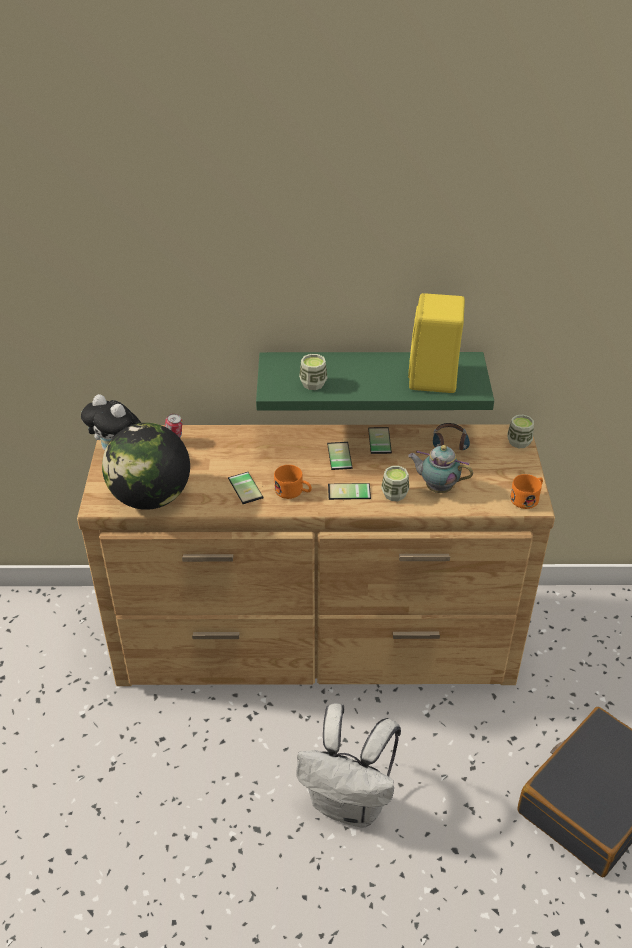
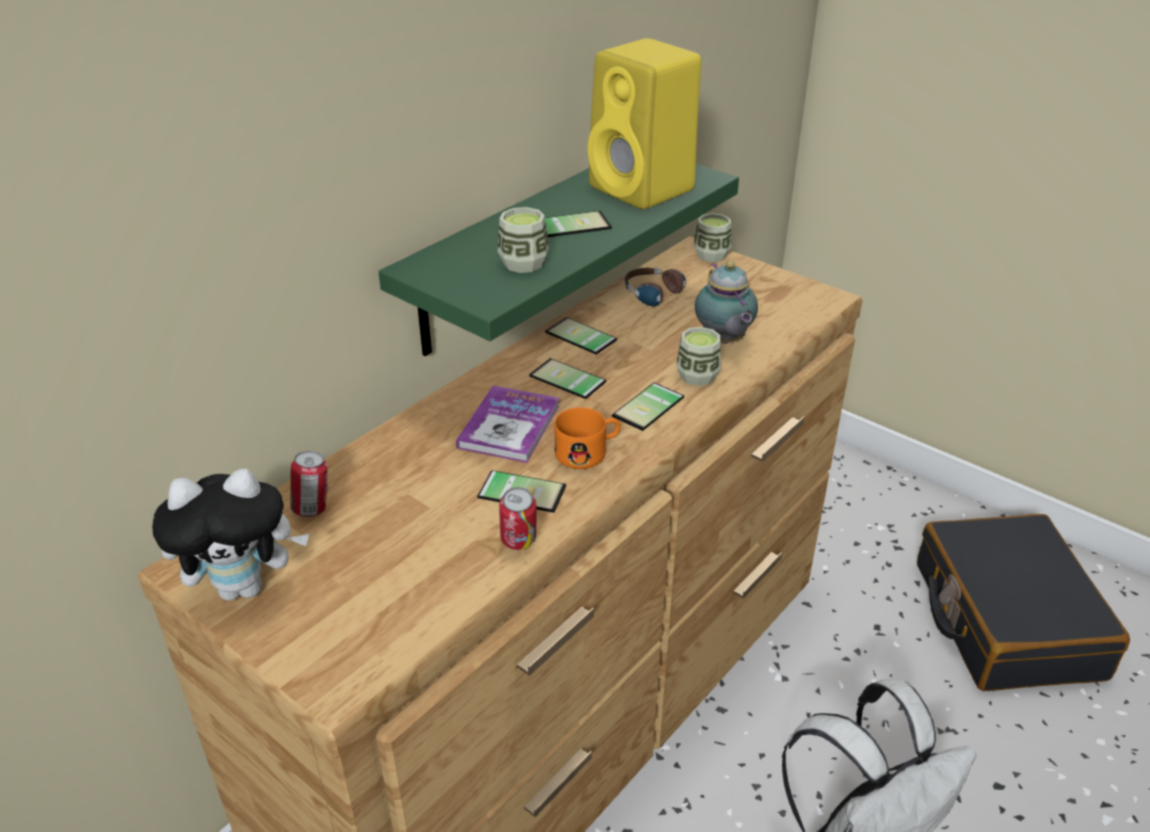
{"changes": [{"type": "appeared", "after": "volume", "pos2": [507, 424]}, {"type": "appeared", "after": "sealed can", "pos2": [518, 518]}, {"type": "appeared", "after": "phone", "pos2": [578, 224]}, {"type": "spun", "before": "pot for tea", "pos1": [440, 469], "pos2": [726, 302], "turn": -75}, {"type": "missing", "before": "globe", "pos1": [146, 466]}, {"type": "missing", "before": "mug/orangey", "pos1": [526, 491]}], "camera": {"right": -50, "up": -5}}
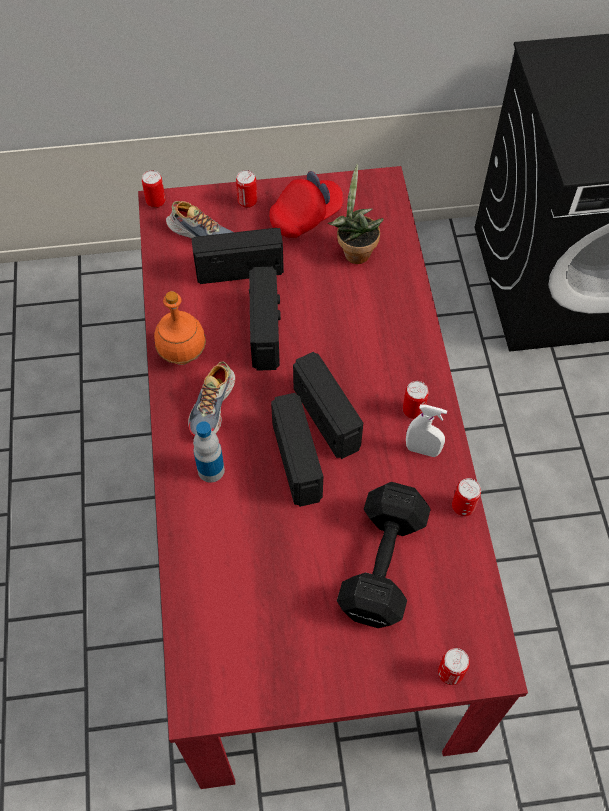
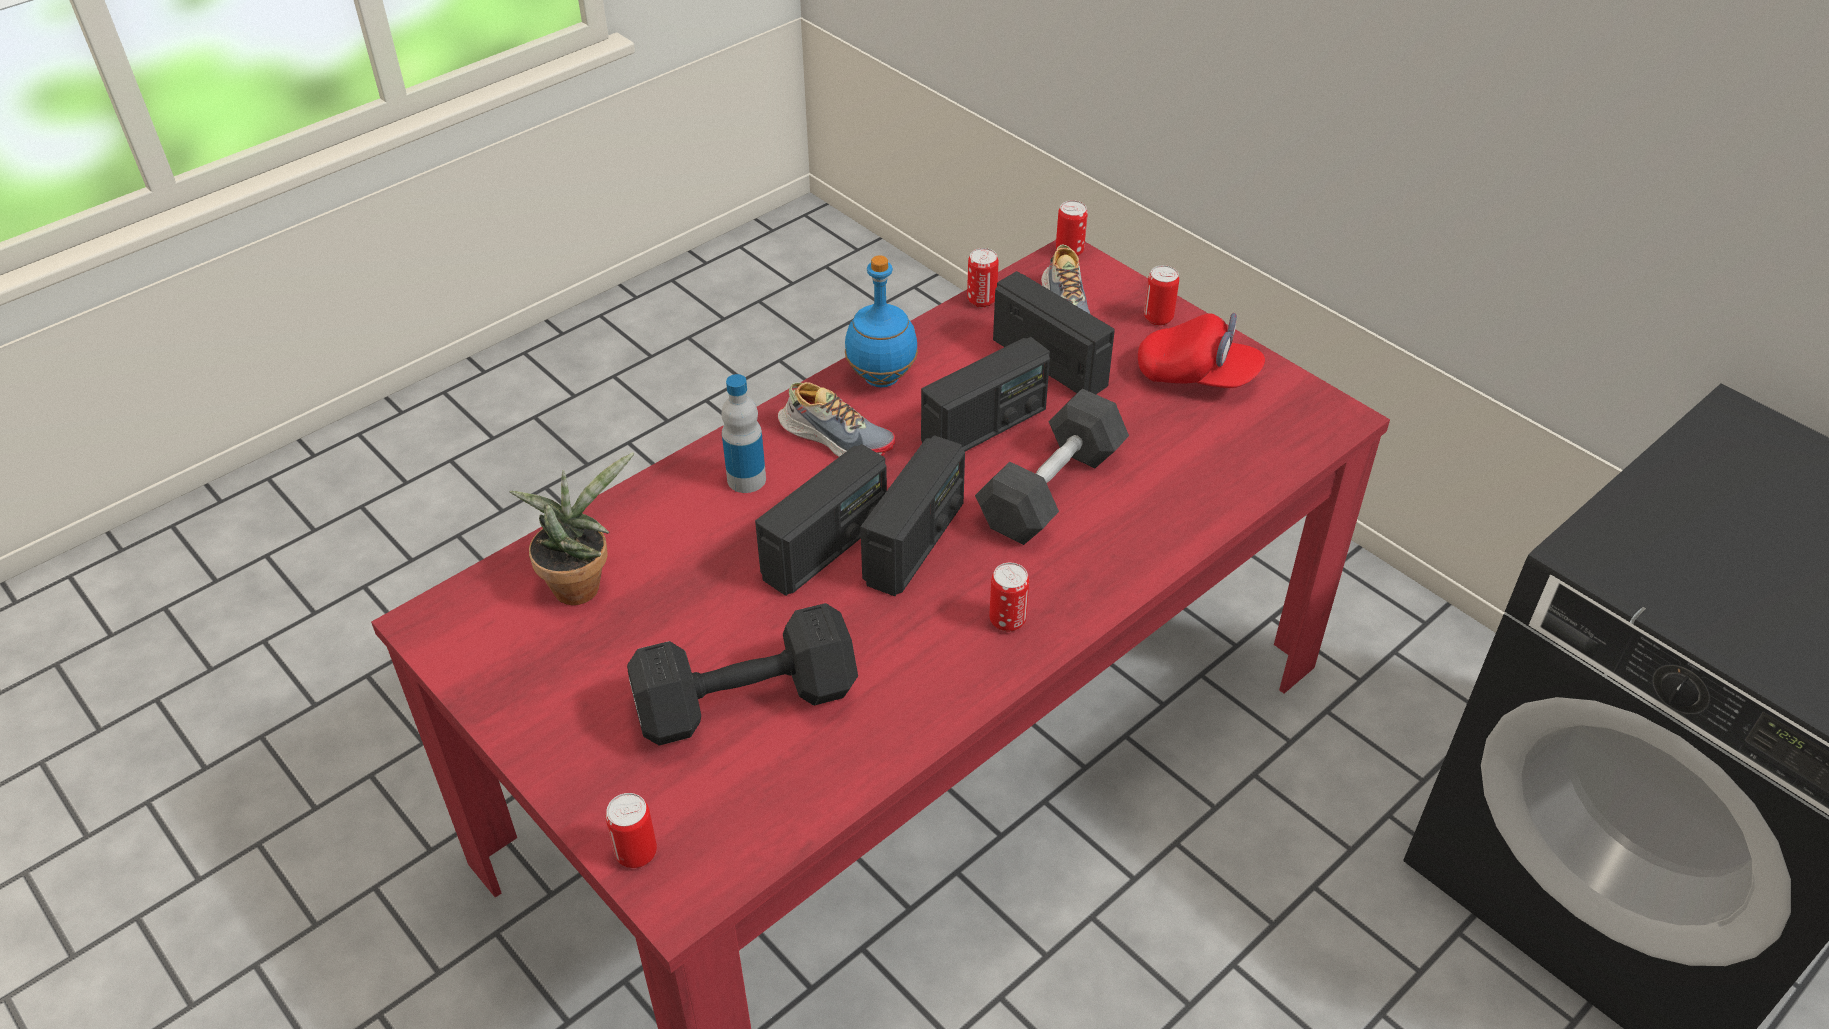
{"changes": [{"type": "relocated", "before": "houseplant", "pos1": [356, 213], "pos2": [572, 528]}, {"type": "spun", "before": "item of footwear", "pos1": [211, 399], "pos2": [836, 420], "turn": -135}, {"type": "colour", "before": "beverage bottle/orangey", "after": "beverage bottle/bluish", "pos1": [180, 328], "pos2": [881, 321]}, {"type": "relocated", "before": "sealed can", "pos1": [466, 497], "pos2": [983, 278]}, {"type": "appeared", "after": "dumbbell/grey", "pos2": [1052, 467]}, {"type": "missing", "before": "spray bottle/white", "pos1": [426, 430]}], "camera": {"right": 55, "up": -15}}
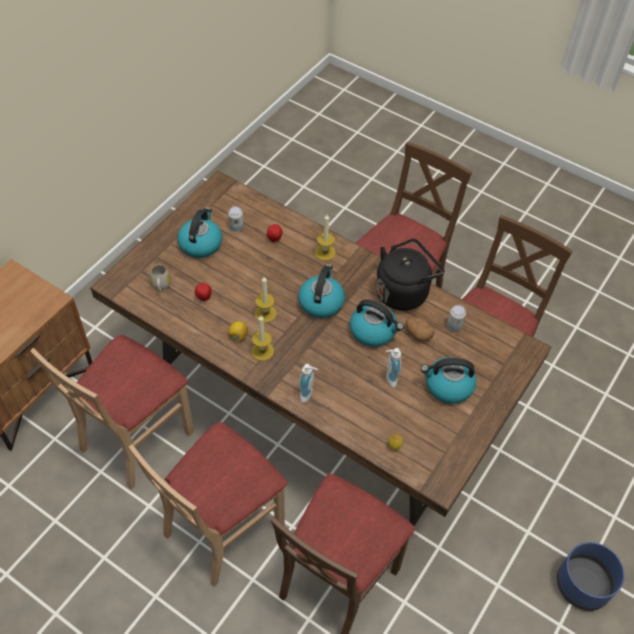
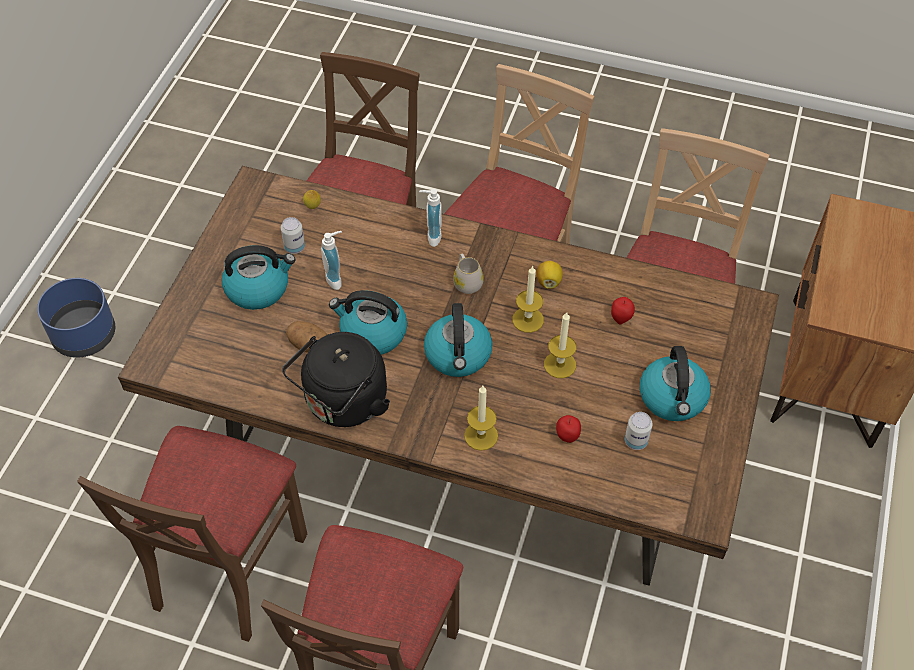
{"changes": [{"type": "relocated", "before": "sealed can", "pos1": [456, 318], "pos2": [293, 235]}, {"type": "relocated", "before": "mug/white", "pos1": [160, 278], "pos2": [468, 274]}, {"type": "relocated", "before": "candle", "pos1": [262, 338], "pos2": [560, 345]}], "camera": {"right": 165, "up": 0}}
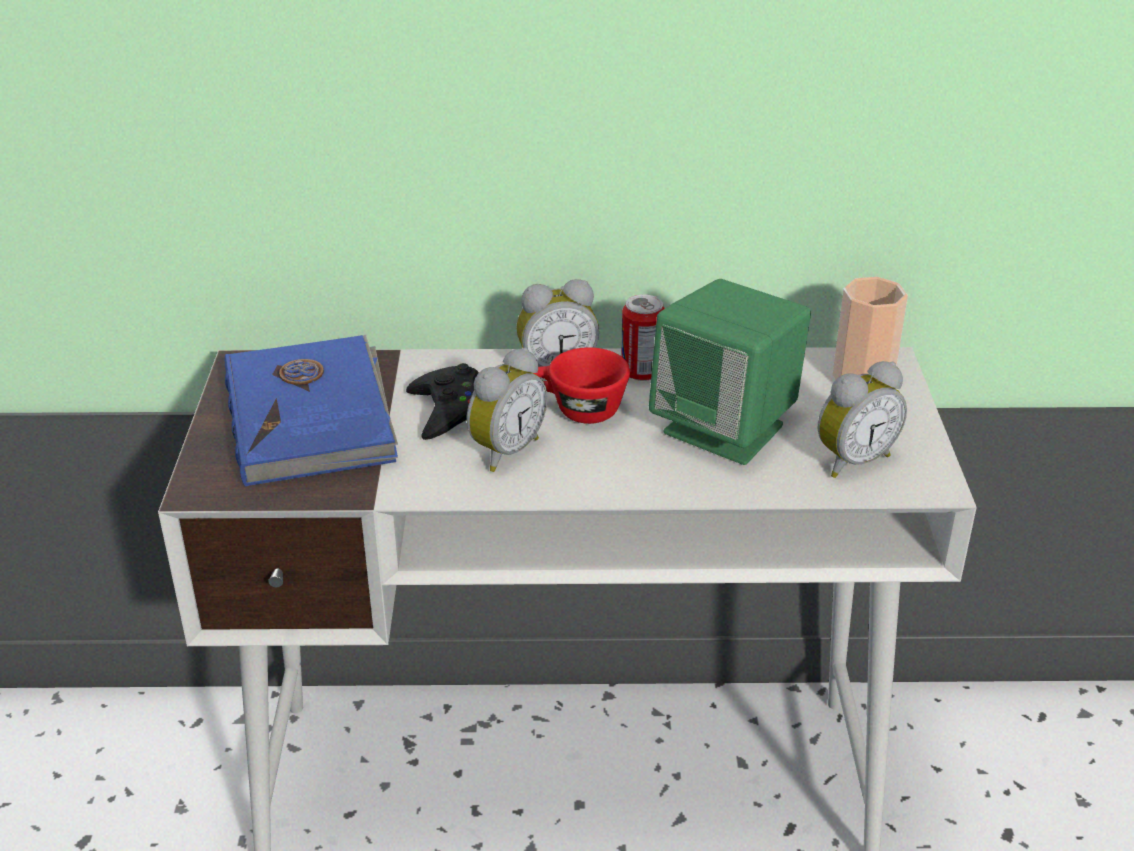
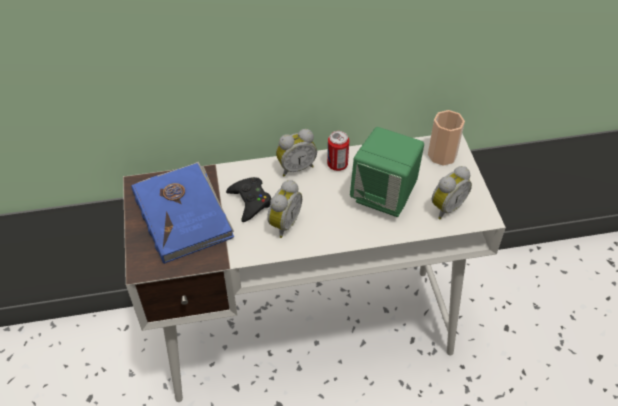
{"changes": [{"type": "missing", "before": "drinking cup/red", "pos1": [582, 385]}], "camera": {"right": -10, "up": 15}}
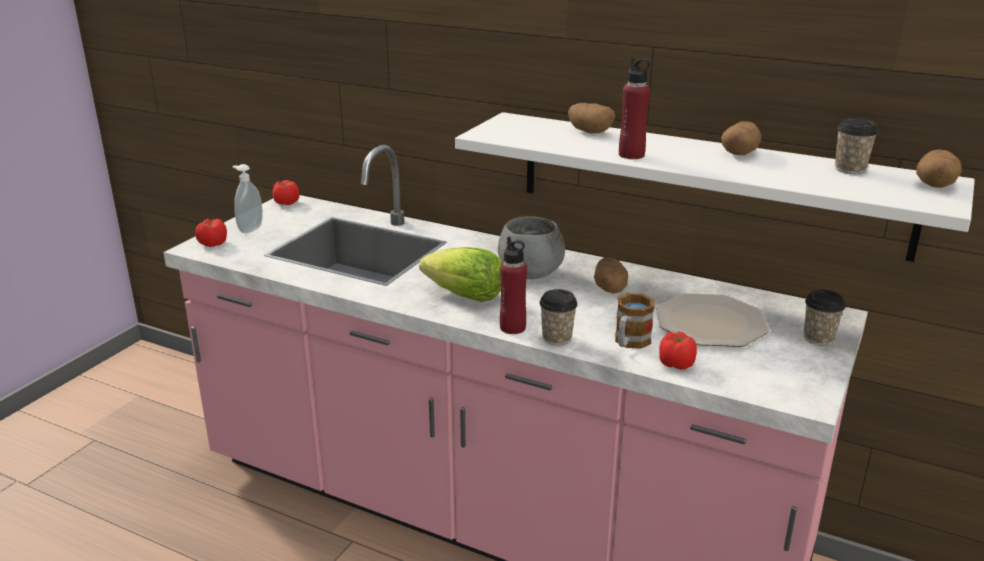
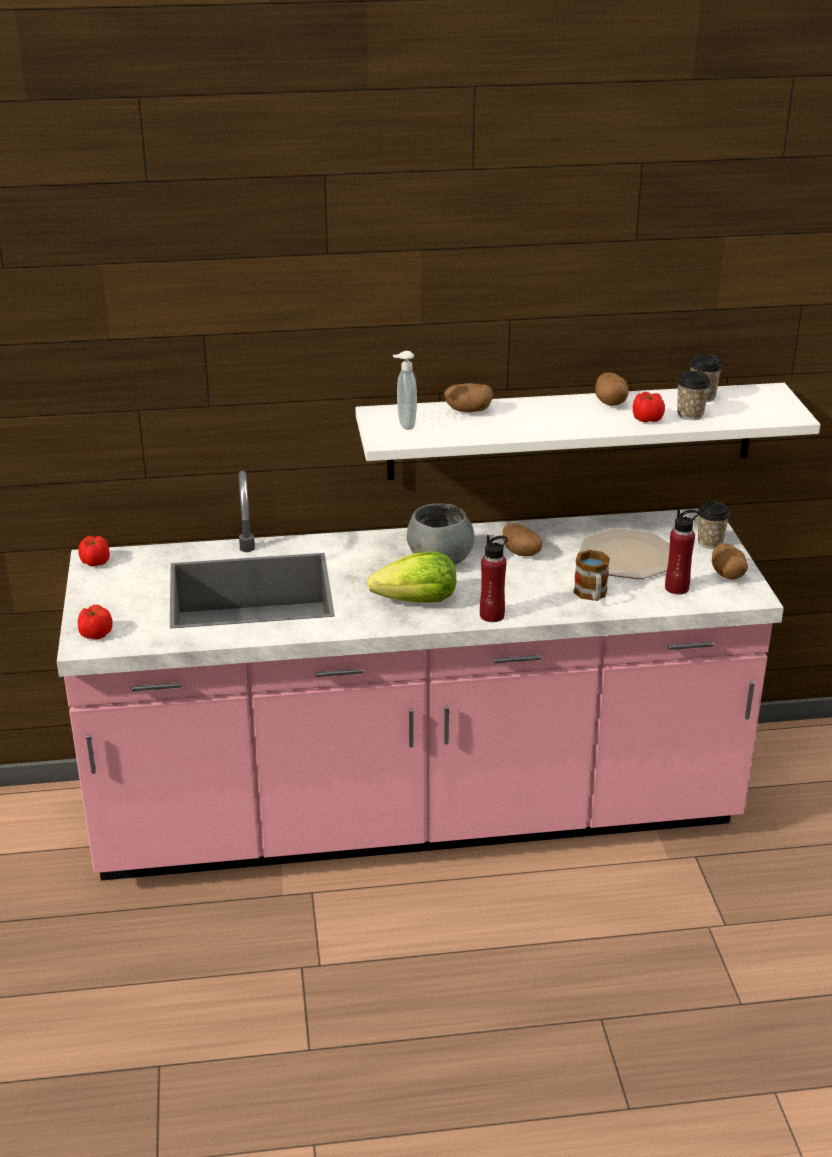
{"changes": [{"type": "relocated", "before": "soap bottle", "pos1": [247, 198], "pos2": [405, 390]}, {"type": "relocated", "before": "fresh tomato", "pos1": [678, 350], "pos2": [649, 407]}, {"type": "relocated", "before": "beverage bottle/red", "pos1": [634, 108], "pos2": [681, 551]}, {"type": "relocated", "before": "drinking cup", "pos1": [558, 317], "pos2": [694, 395]}, {"type": "relocated", "before": "whole potato", "pos1": [939, 169], "pos2": [730, 561]}], "camera": {"right": -35, "up": 5}}
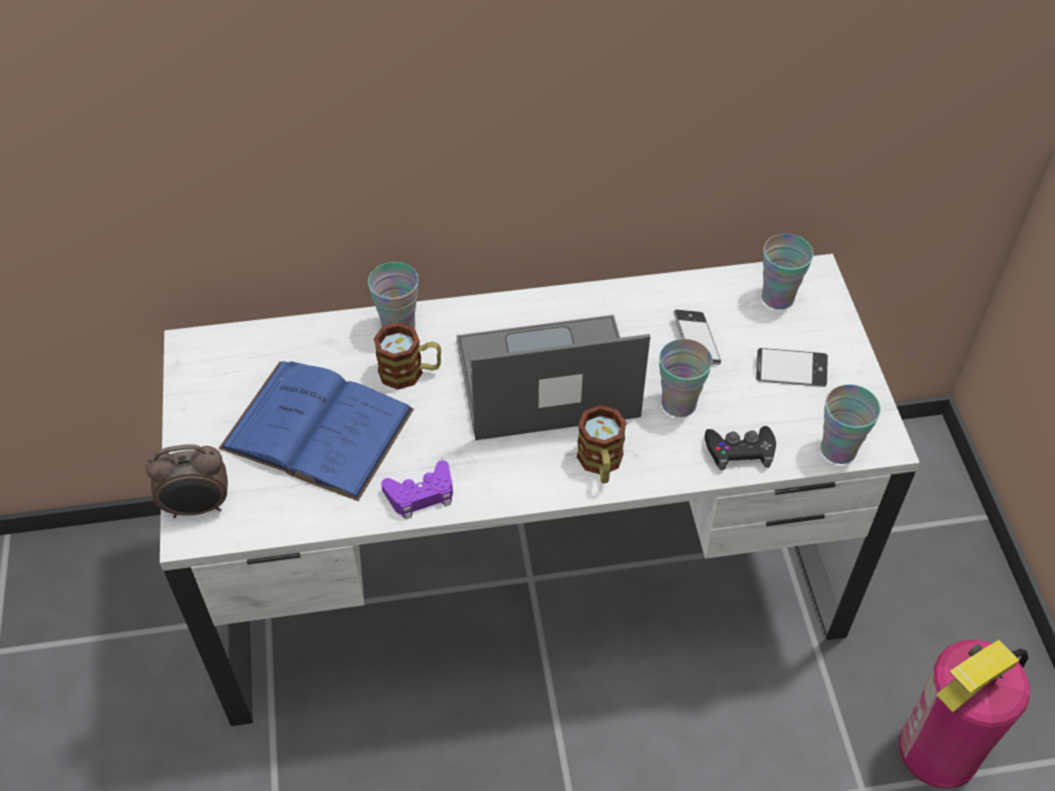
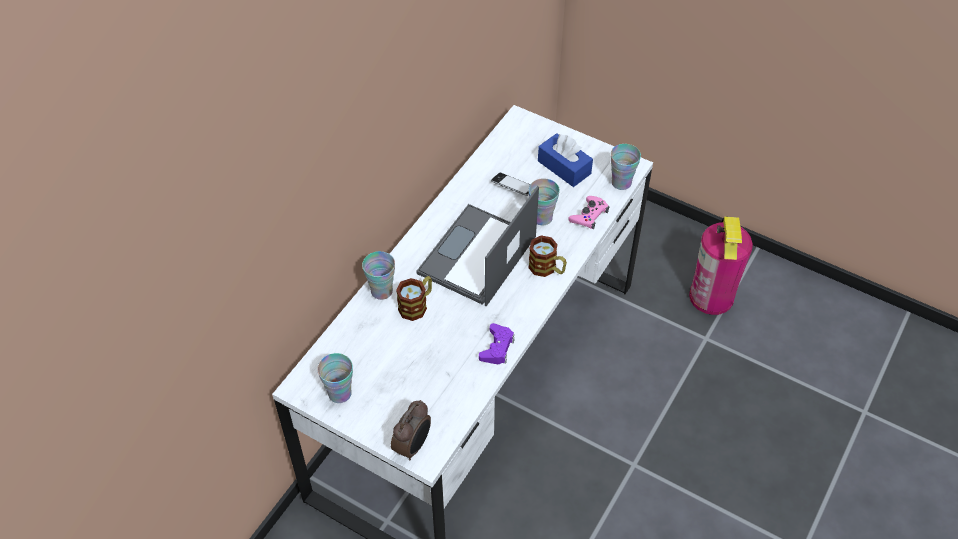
{"changes": [{"type": "relocated", "before": "drinking cup", "pos1": [788, 272], "pos2": [335, 378]}, {"type": "exchanged", "before": "phone", "after": "box of tissues/bluish", "pos1": [792, 367], "pos2": [565, 160]}, {"type": "colour", "before": "game controller/black", "after": "game controller/pink", "pos1": [740, 448], "pos2": [588, 212]}, {"type": "missing", "before": "volume/bluish", "pos1": [316, 431]}], "camera": {"right": -50, "up": 0}}
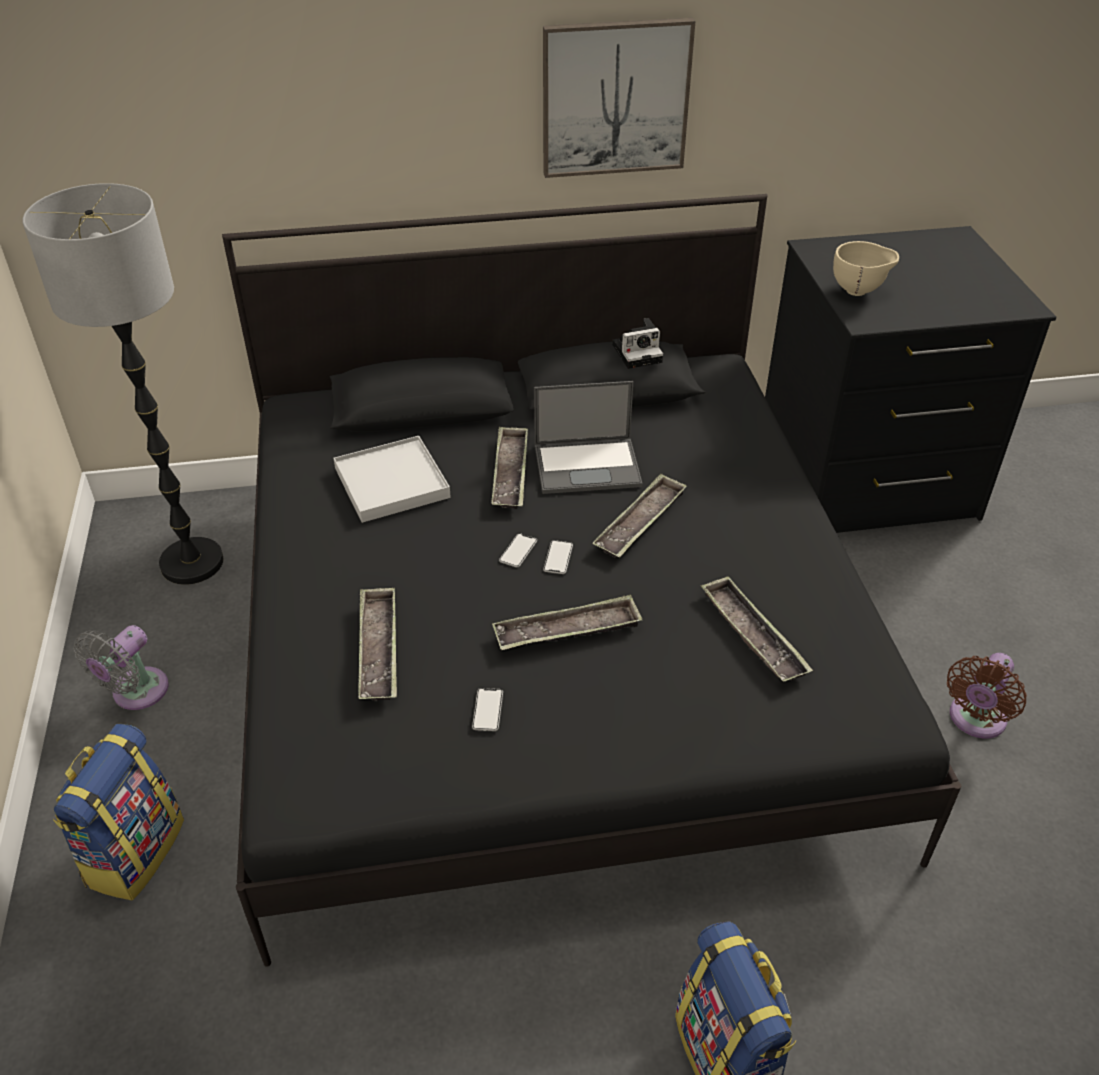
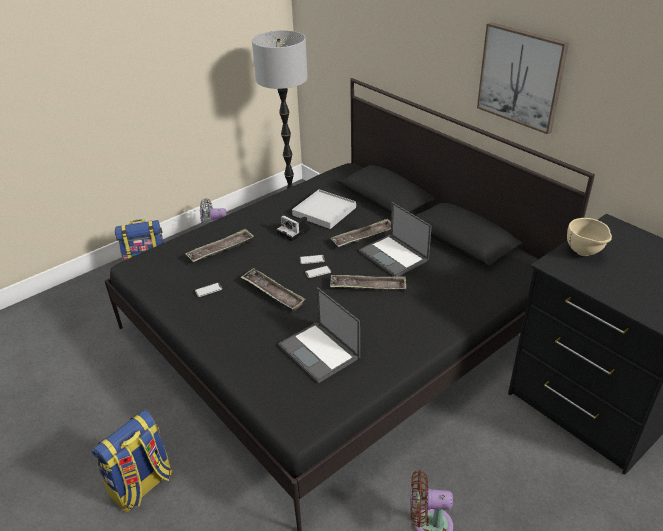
{"changes": [{"type": "relocated", "before": "still camera", "pos1": [637, 343], "pos2": [293, 228]}, {"type": "exchanged", "before": "carrying tray", "after": "laptop", "pos1": [757, 629], "pos2": [319, 335]}], "camera": {"right": 60, "up": -5}}
